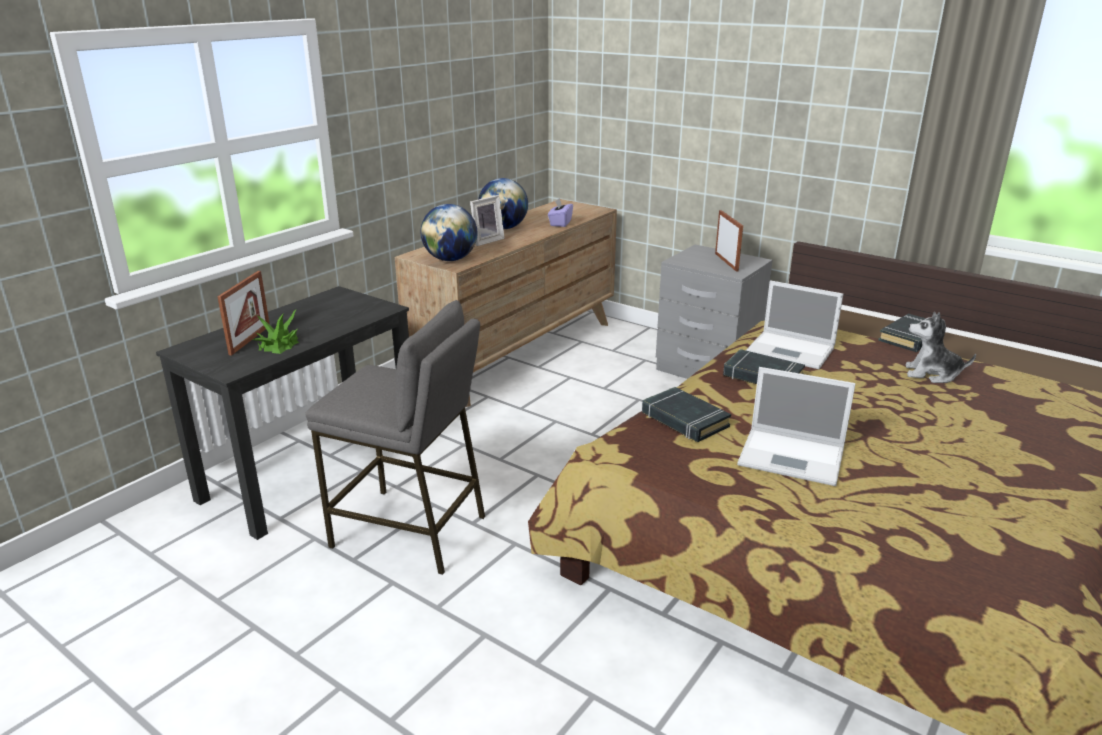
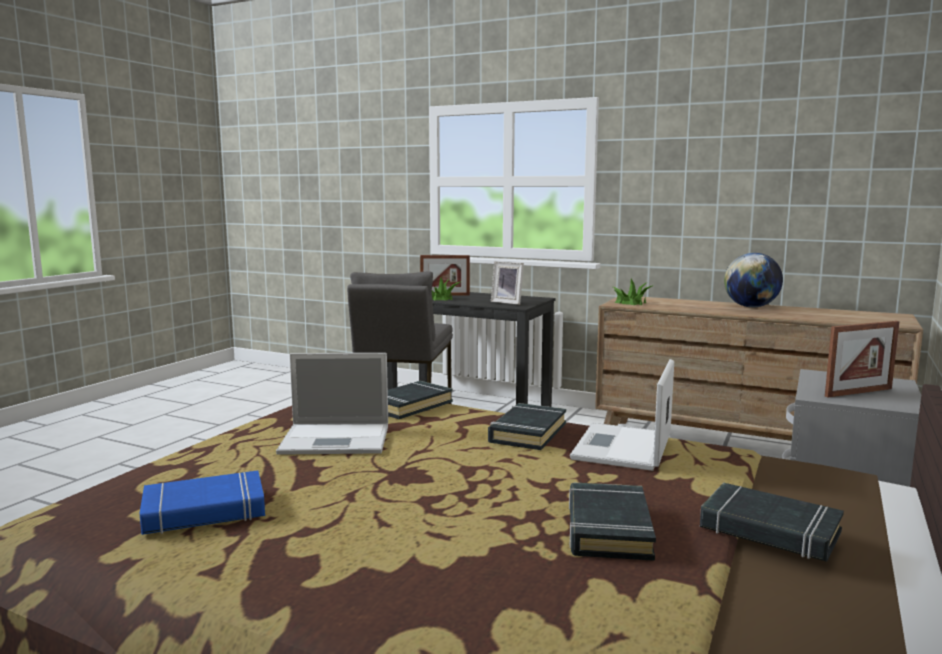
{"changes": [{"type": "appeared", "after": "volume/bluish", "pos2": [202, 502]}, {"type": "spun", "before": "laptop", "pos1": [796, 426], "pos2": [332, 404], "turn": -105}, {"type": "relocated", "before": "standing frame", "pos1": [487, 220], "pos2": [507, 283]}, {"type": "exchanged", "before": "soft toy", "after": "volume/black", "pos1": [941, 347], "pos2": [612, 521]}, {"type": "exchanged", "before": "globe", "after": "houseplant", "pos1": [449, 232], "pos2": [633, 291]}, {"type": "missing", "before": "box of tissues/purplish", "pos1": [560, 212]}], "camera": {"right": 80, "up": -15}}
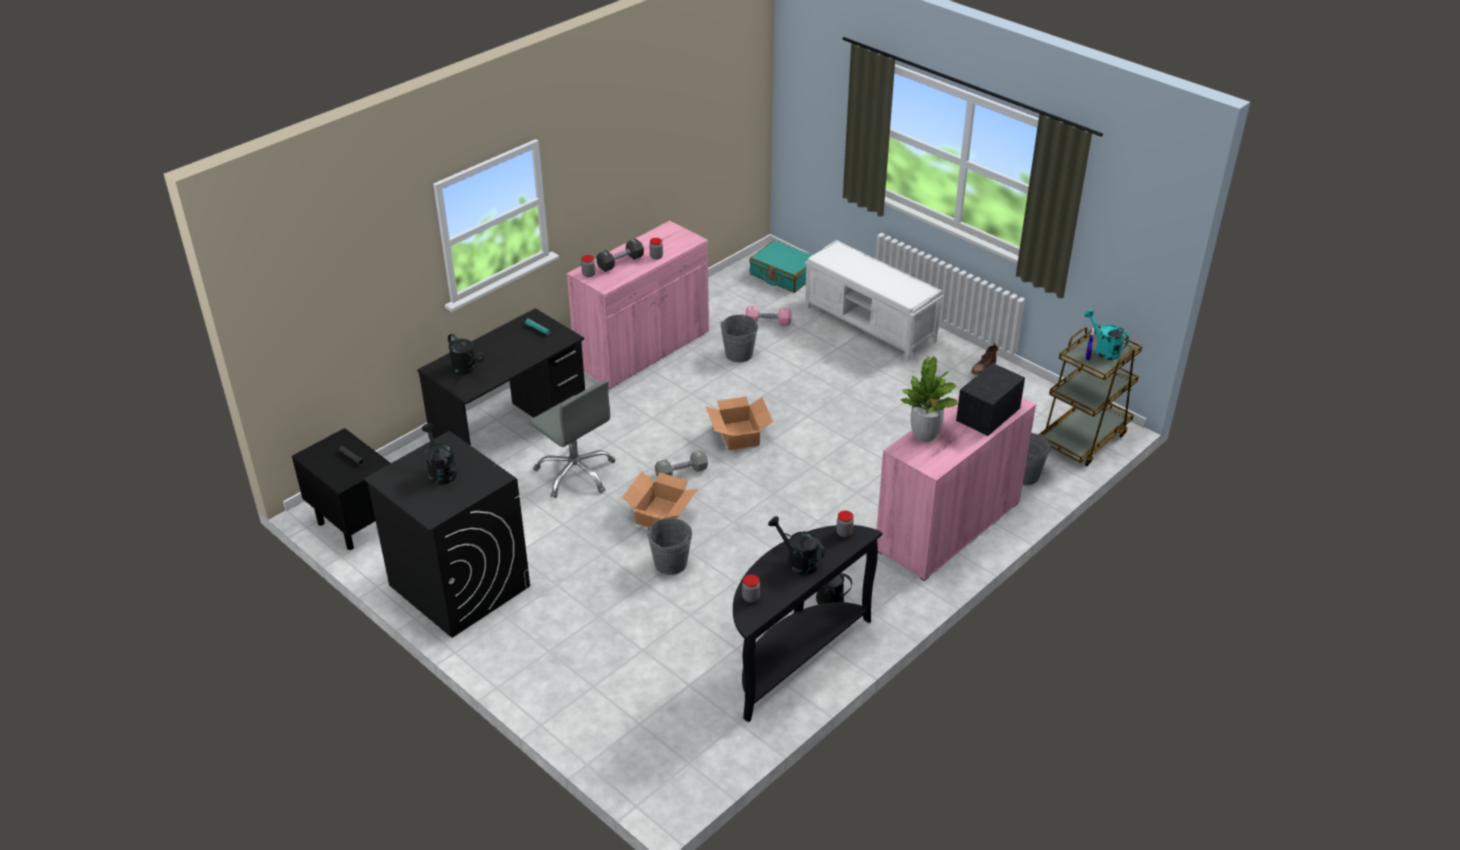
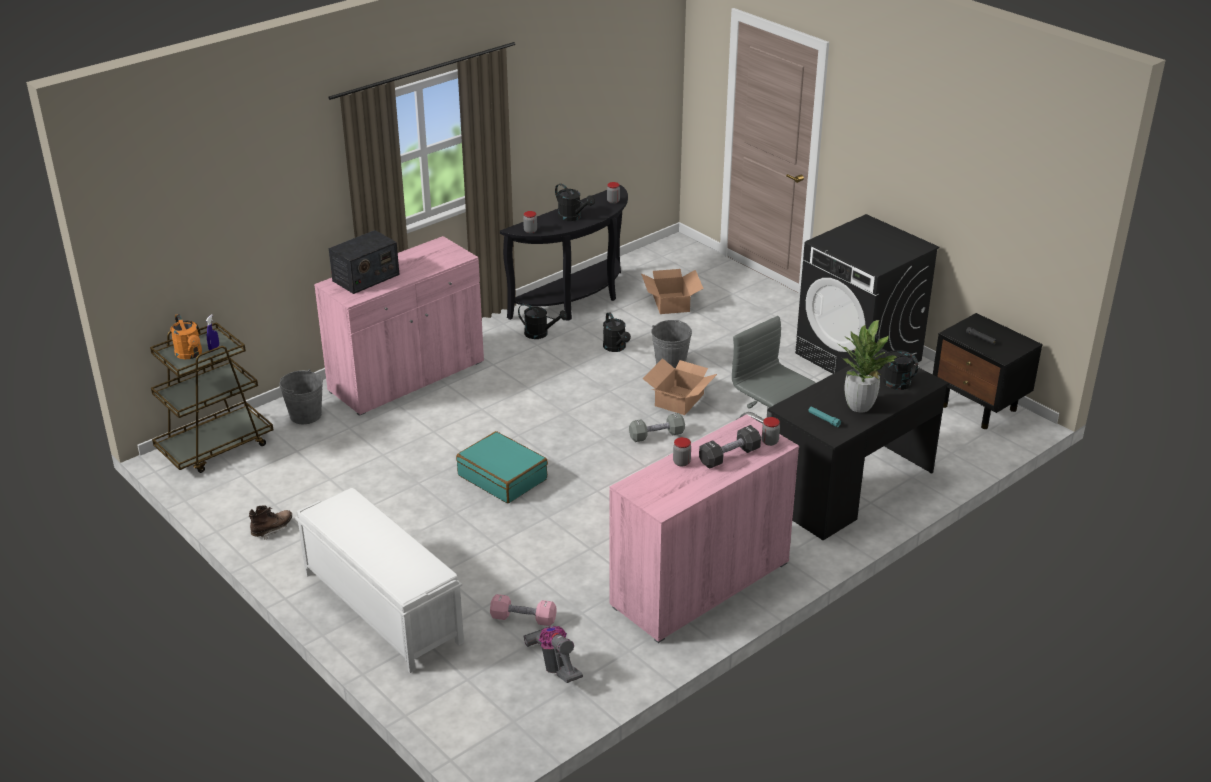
{"changes": [{"type": "colour", "before": "watering can/turquoise-coloured", "after": "watering can/orangey", "pos1": [1106, 334], "pos2": [186, 336]}, {"type": "relocated", "before": "travel case/turquoise-coloured", "pos1": [780, 266], "pos2": [502, 467]}, {"type": "appeared", "after": "hoover", "pos2": [553, 654]}, {"type": "relocated", "before": "watering can/black", "pos1": [439, 454], "pos2": [617, 332]}, {"type": "relocated", "before": "packing box", "pos1": [739, 423], "pos2": [672, 291]}, {"type": "relocated", "before": "houseplant", "pos1": [928, 398], "pos2": [867, 366]}, {"type": "missing", "before": "water bucket/grey", "pos1": [739, 338]}], "camera": {"right": -175, "up": -5}}
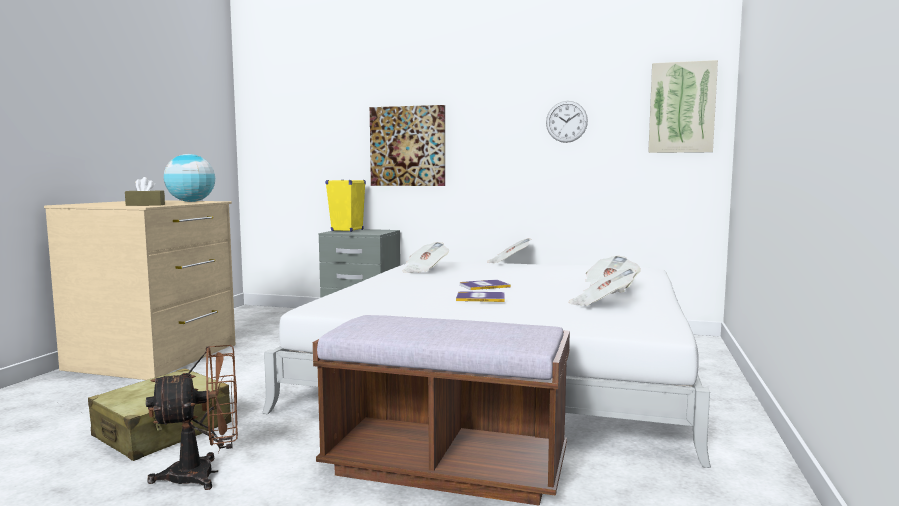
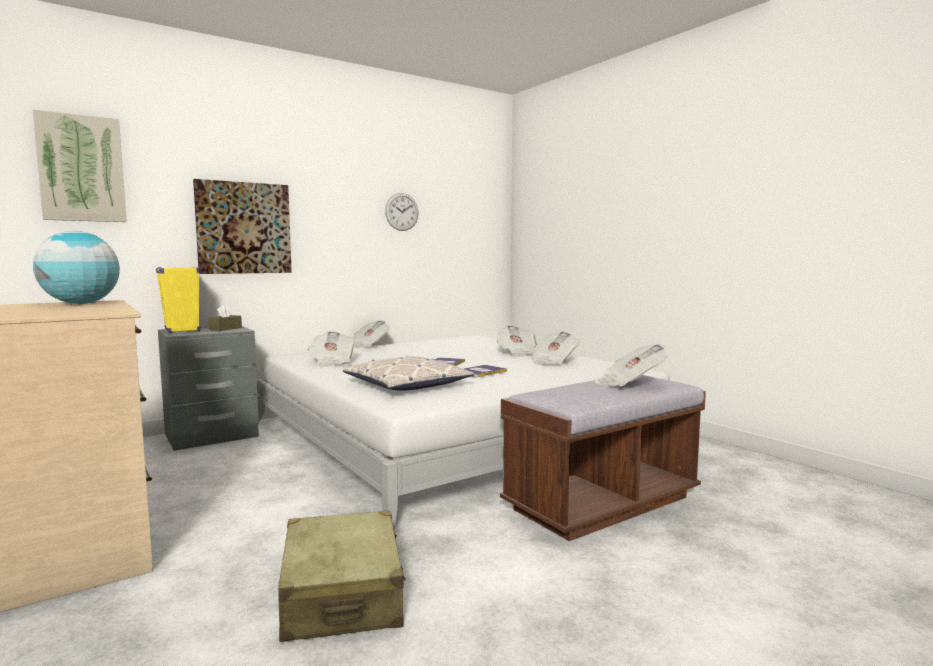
{"changes": [{"type": "relocated", "before": "picture", "pos1": [683, 106], "pos2": [80, 165]}, {"type": "relocated", "before": "box of tissues/brown-coloured", "pos1": [145, 191], "pos2": [225, 318]}, {"type": "appeared", "after": "throw pillow", "pos2": [408, 373]}, {"type": "appeared", "after": "newspaper", "pos2": [631, 365]}, {"type": "missing", "before": "electric fan/brown-coloured", "pos1": [192, 417]}], "camera": {"right": -50, "up": 0}}
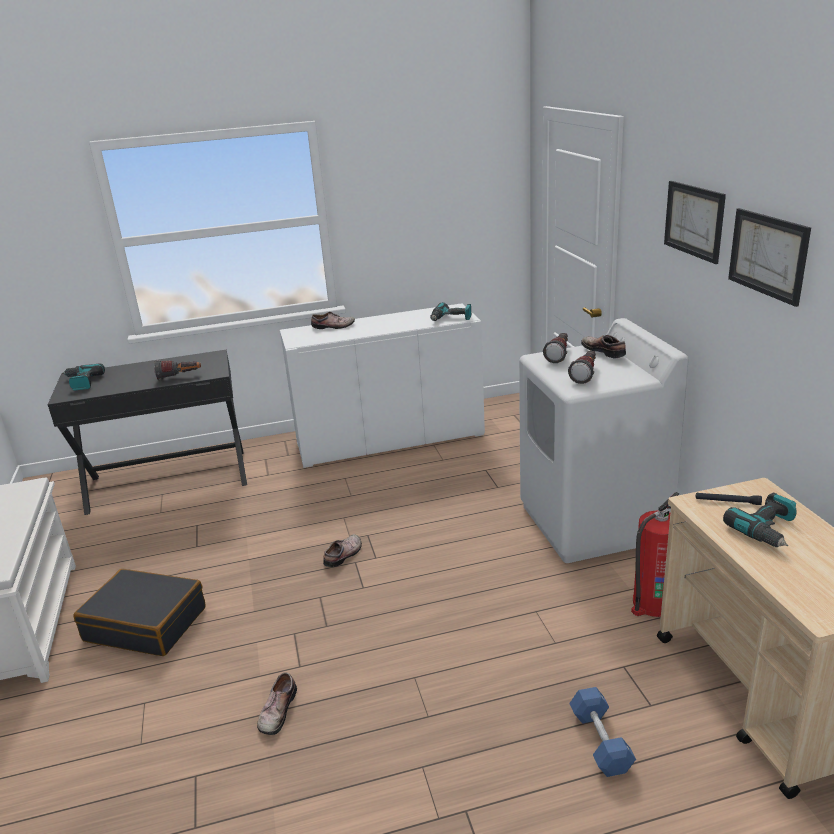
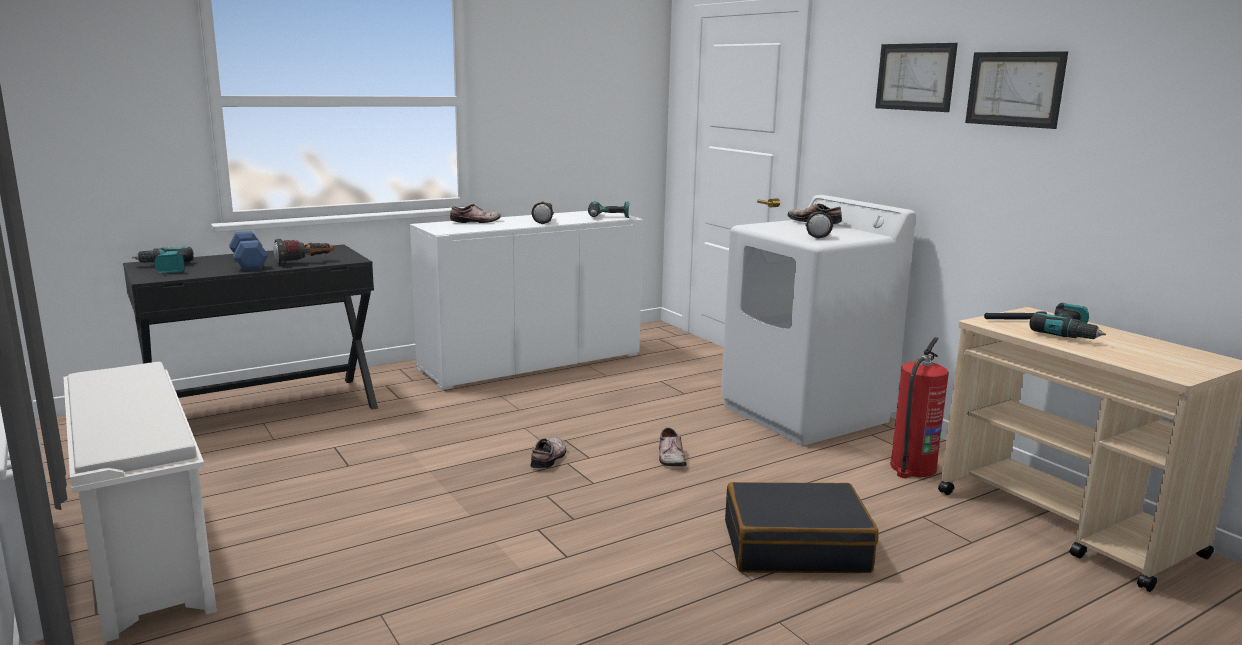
{"changes": [{"type": "relocated", "before": "dumbbell/bluish", "pos1": [602, 732], "pos2": [248, 251]}, {"type": "relocated", "before": "hand torch", "pos1": [555, 348], "pos2": [542, 213]}, {"type": "relocated", "before": "item of footwear", "pos1": [277, 703], "pos2": [673, 447]}, {"type": "relocated", "before": "travel case/black", "pos1": [139, 612], "pos2": [802, 527]}], "camera": {"right": -20, "up": -10}}
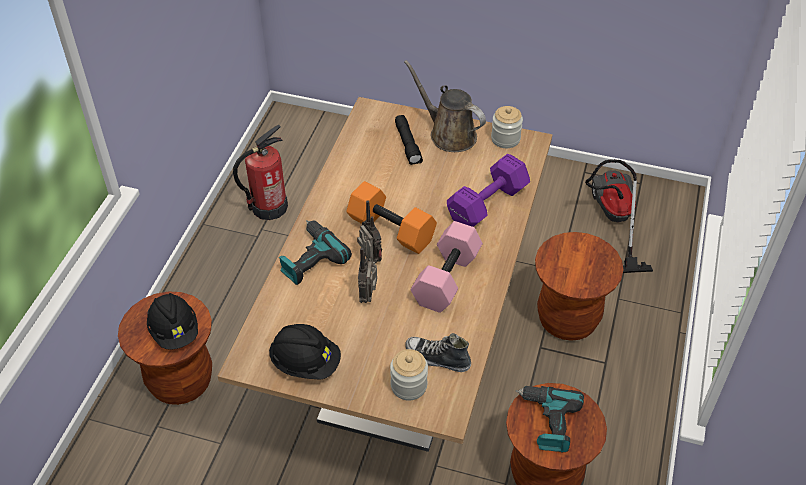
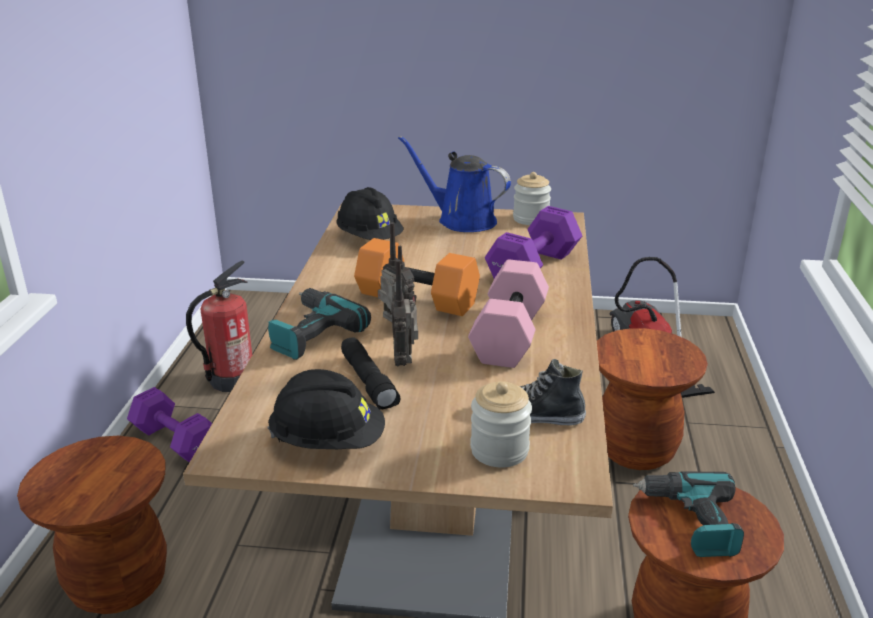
{"changes": [{"type": "appeared", "after": "dumbbell/purplish", "pos2": [169, 424]}, {"type": "relocated", "before": "safety helmet/black", "pos1": [172, 321], "pos2": [370, 213]}, {"type": "relocated", "before": "hand torch/black", "pos1": [409, 140], "pos2": [370, 373]}, {"type": "colour", "before": "watering can/brown-coloured", "after": "watering can/bluish", "pos1": [445, 106], "pos2": [454, 184]}], "camera": {"right": -10, "up": -20}}
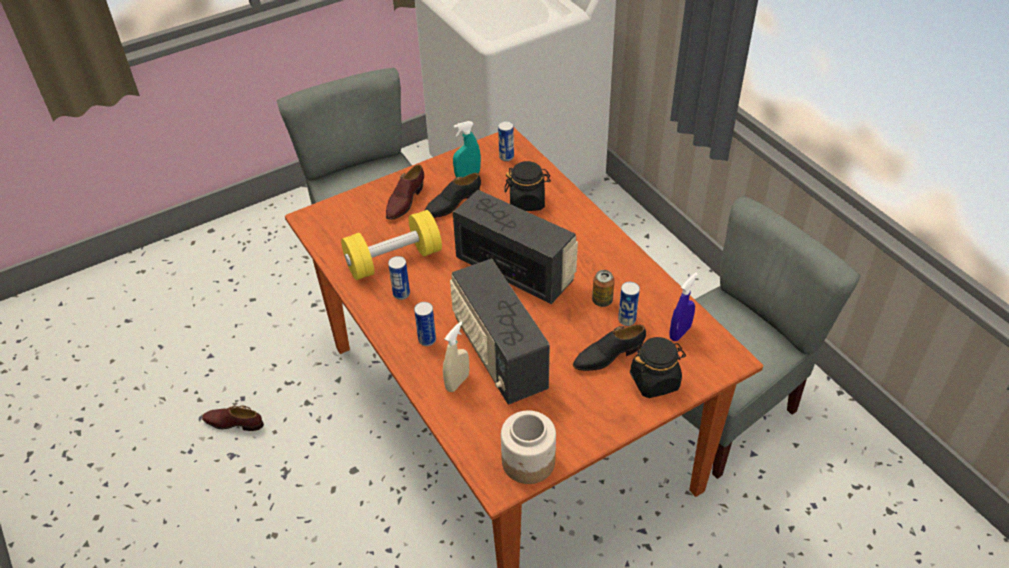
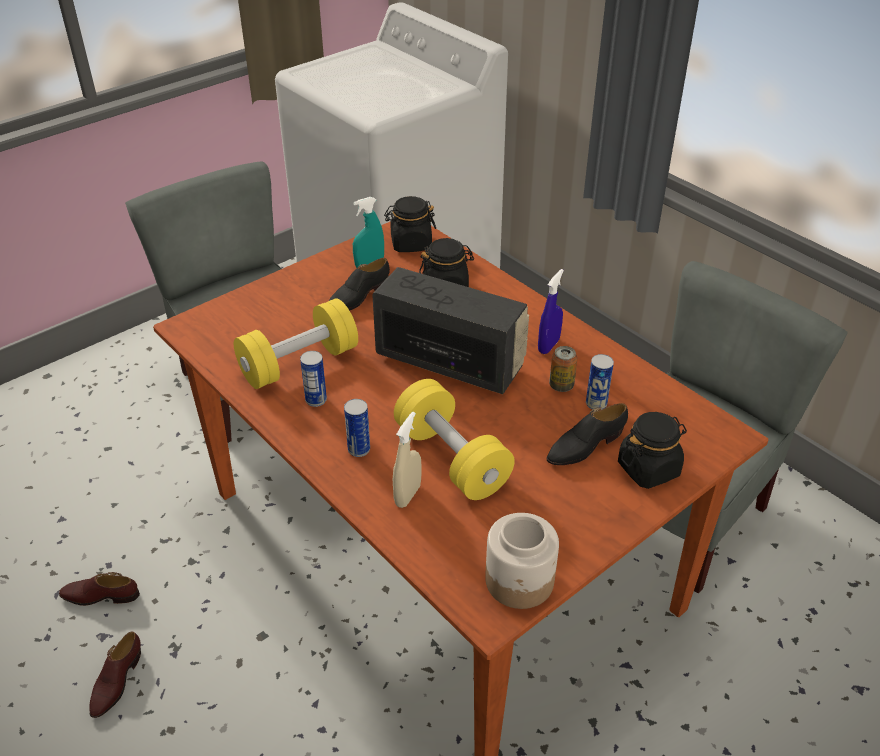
{"changes": [{"type": "relocated", "before": "item of footwear/brown-coloured", "pos1": [405, 192], "pos2": [115, 675]}, {"type": "exchanged", "before": "sealed can", "after": "jar/black", "pos1": [506, 141], "pos2": [410, 224]}, {"type": "exchanged", "before": "radio receiver", "after": "dumbbell/yellow", "pos1": [500, 331], "pos2": [454, 439]}, {"type": "relocated", "before": "spray bottle/bluish", "pos1": [683, 306], "pos2": [551, 311]}], "camera": {"right": -10, "up": -5}}
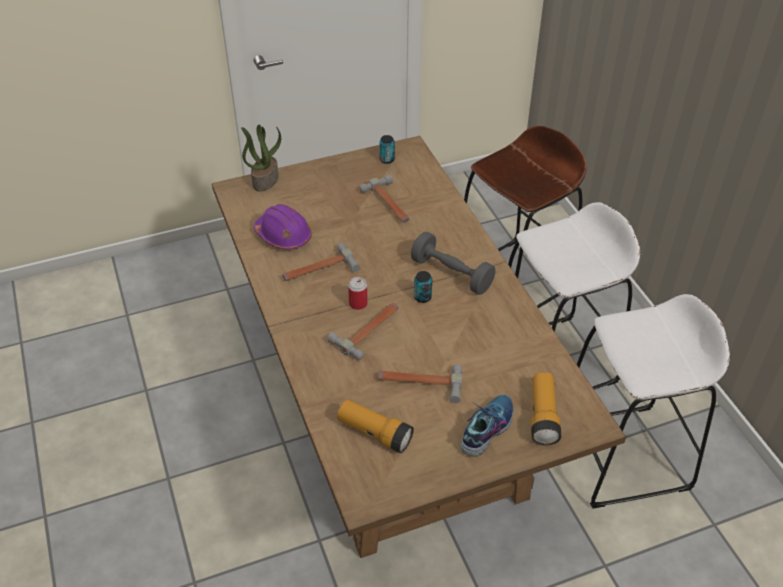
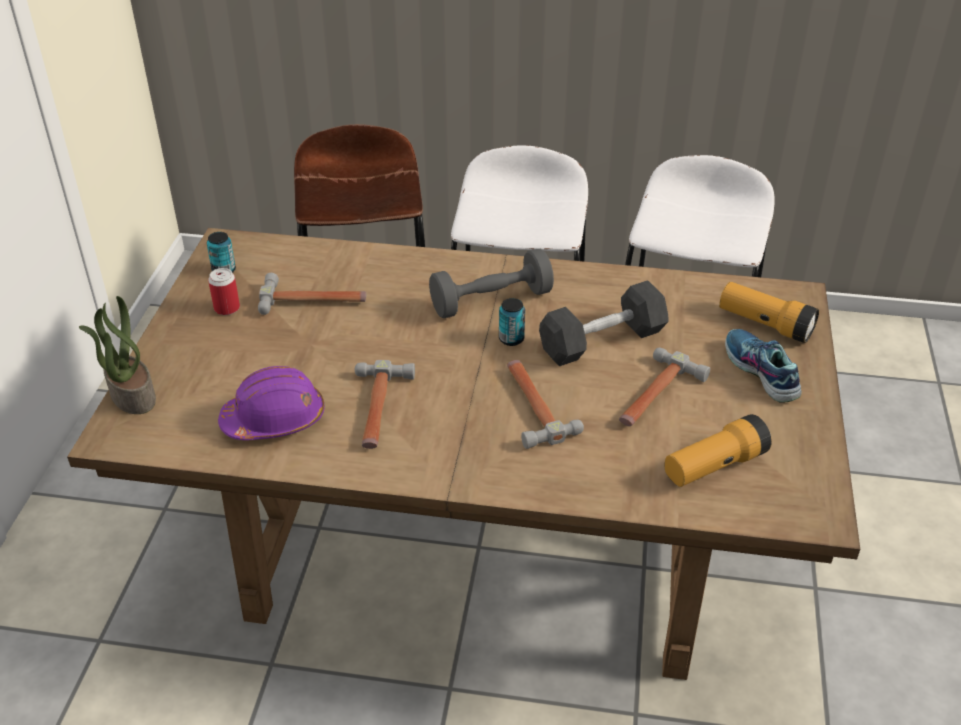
{"changes": [{"type": "relocated", "before": "sealed can", "pos1": [358, 293], "pos2": [224, 291]}, {"type": "appeared", "after": "dumbbell/black", "pos2": [604, 323]}], "camera": {"right": -60, "up": -5}}
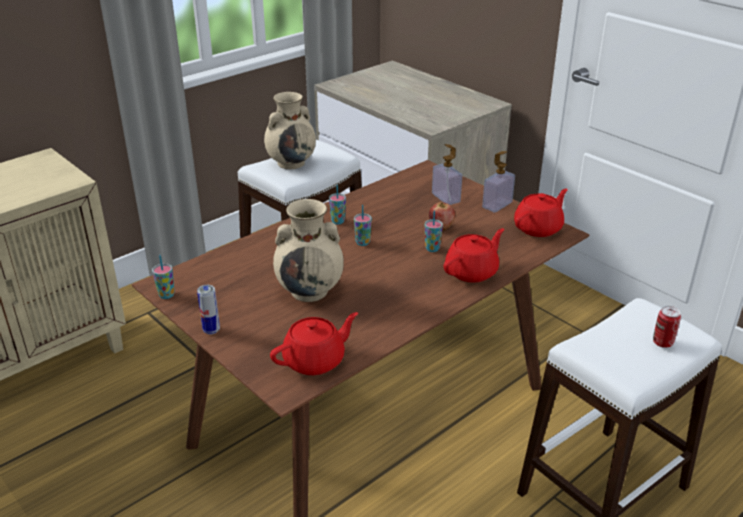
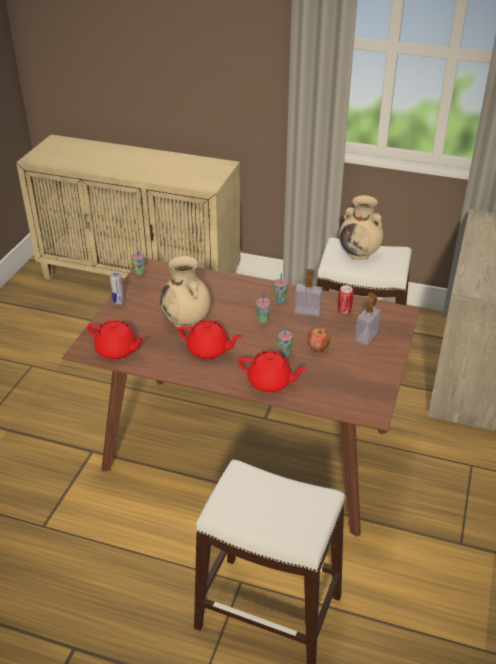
{"changes": [{"type": "relocated", "before": "pot for tea/red", "pos1": [541, 213], "pos2": [210, 339]}, {"type": "relocated", "before": "soap bottle", "pos1": [498, 181], "pos2": [308, 292]}, {"type": "relocated", "before": "sealed can", "pos1": [667, 327], "pos2": [345, 299]}], "camera": {"right": 60, "up": 5}}
